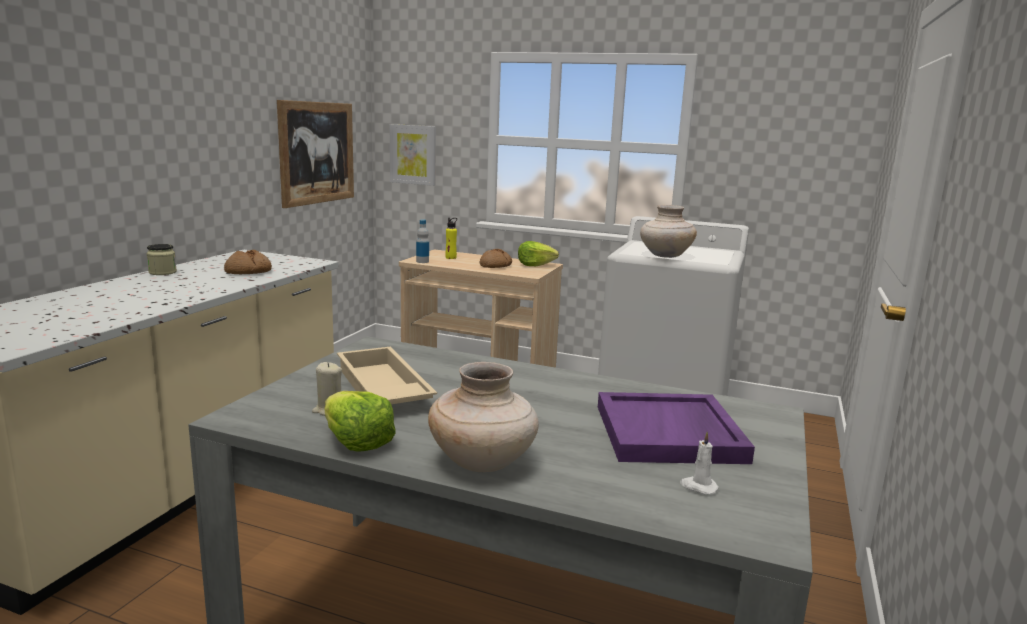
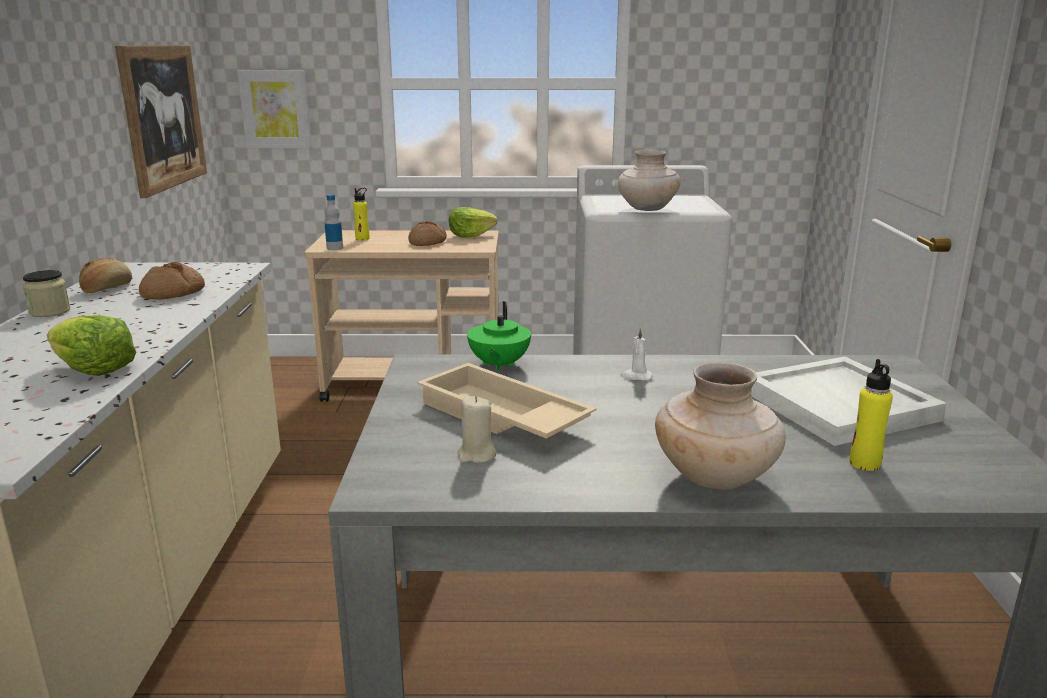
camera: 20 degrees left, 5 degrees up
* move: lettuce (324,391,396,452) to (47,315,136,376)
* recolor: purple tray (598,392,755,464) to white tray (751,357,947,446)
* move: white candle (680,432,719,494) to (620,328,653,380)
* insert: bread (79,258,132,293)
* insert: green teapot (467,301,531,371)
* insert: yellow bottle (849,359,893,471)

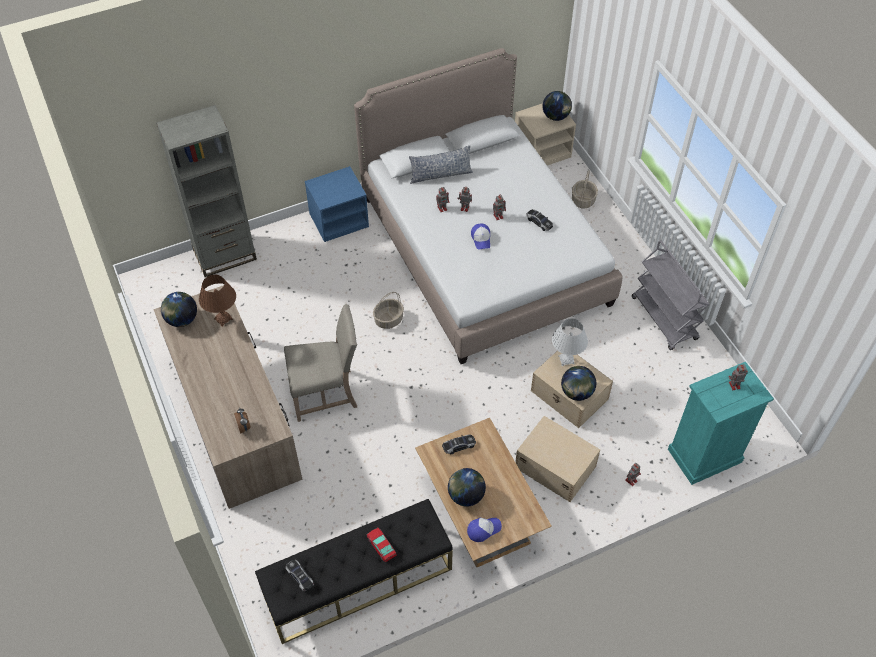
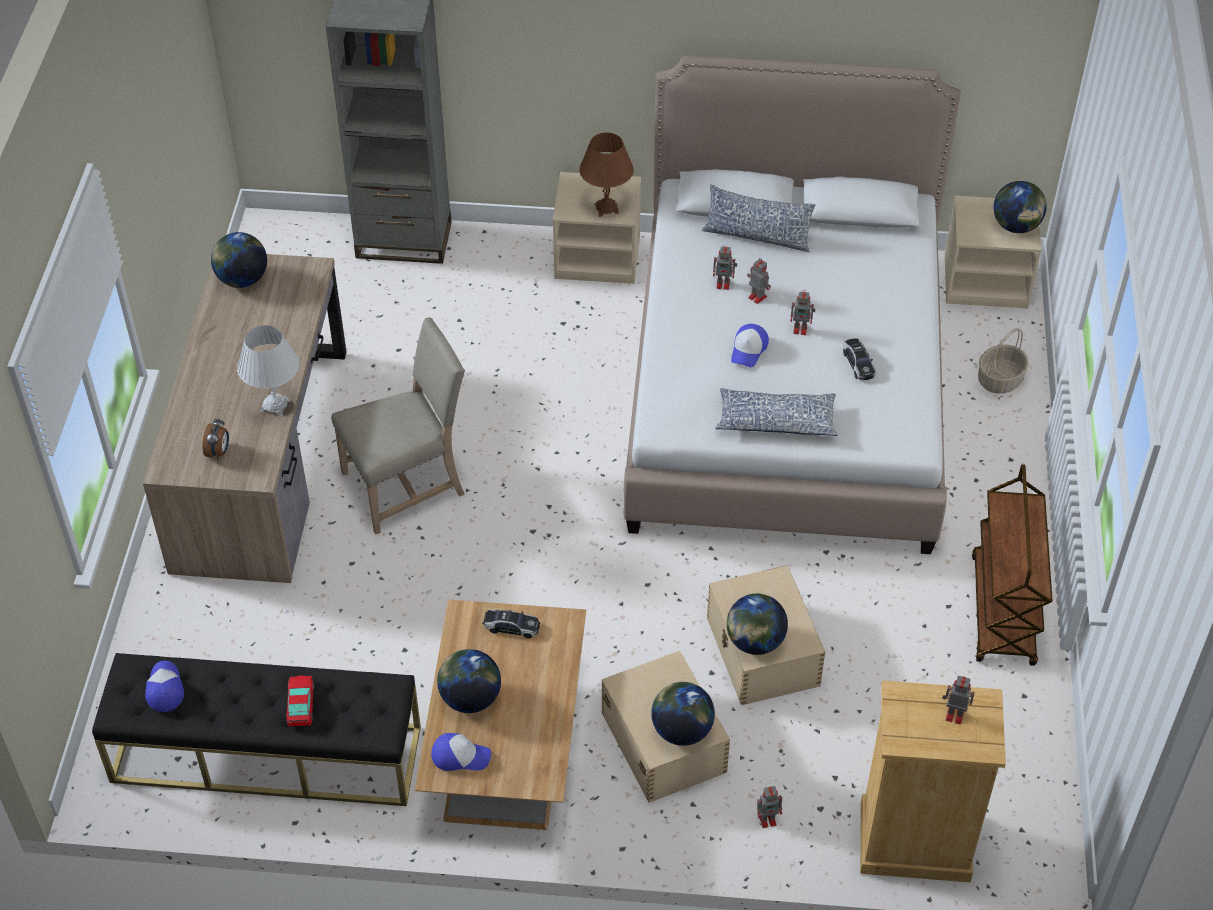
camera: 30 degrees right, 5 degrees down
* move: brown table lamp (199,275,236,327) to (579,133,634,217)
* rotate: beige chair (284,304,357,422) = (331,318,465,534) 45 degrees counterclockwise
* replace: toy car (285,560,314,591) to cap (145,661,184,712)
* recolor: blue nightstand (305,166,369,242) to beige nightstand (553,172,641,284)
* delete: basket (373,292,404,329)
* move: white table lamp (552,318,588,366) to (237,325,299,416)
* recolor: grey cart (632,240,710,350) to brown cart (972,464,1053,666)
* recolor: turquoise dresser (668,362,774,485) to beige dresser (860,681,1006,883)
* insert: globe (651,682,715,746)
* insert: pillow (715,388,838,436)

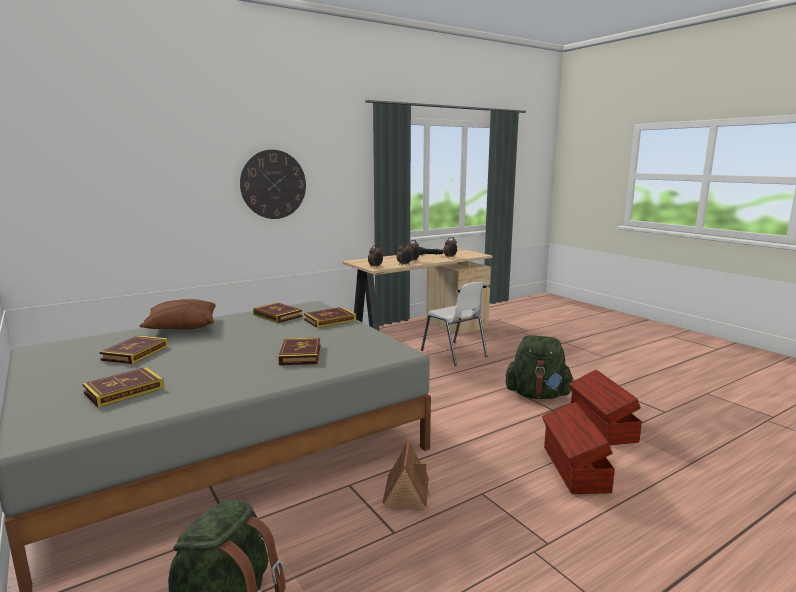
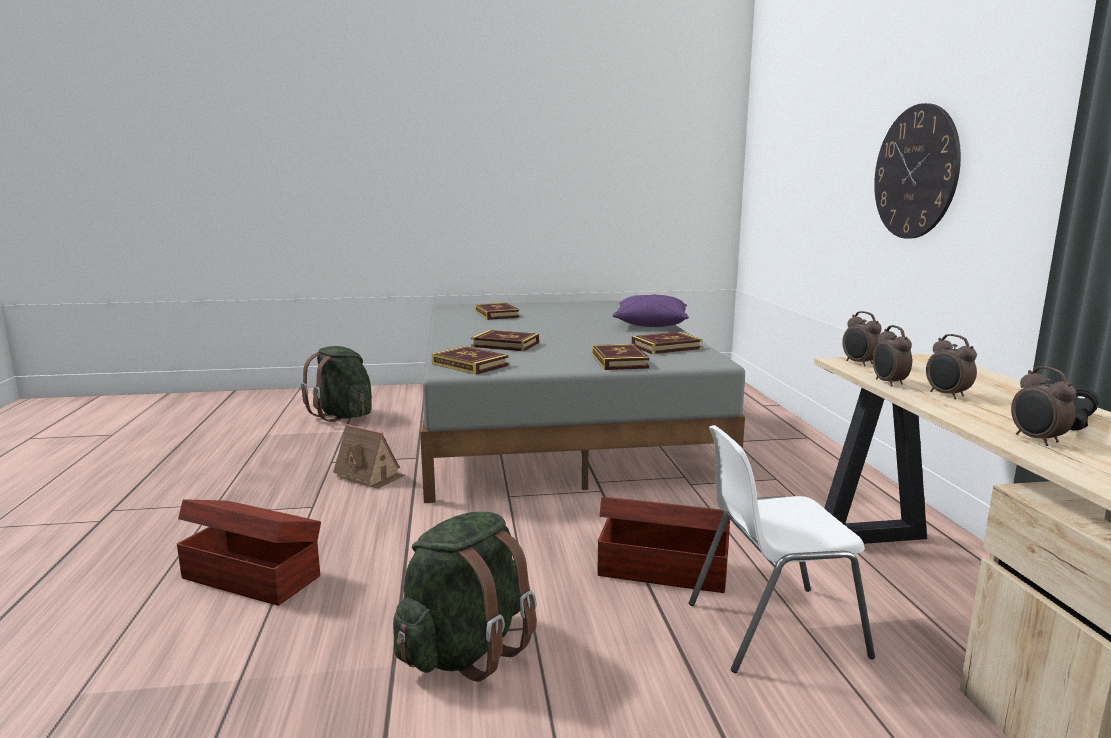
camera: 115 degrees right, 0 degrees up
* move: book (99,335,168,364) to (432,346,509,375)
* recolor: brown pillow (140,299,216,330) to purple pillow (612,295,689,327)
* move: brown storage box (569,370,642,445) to (598,497,730,593)

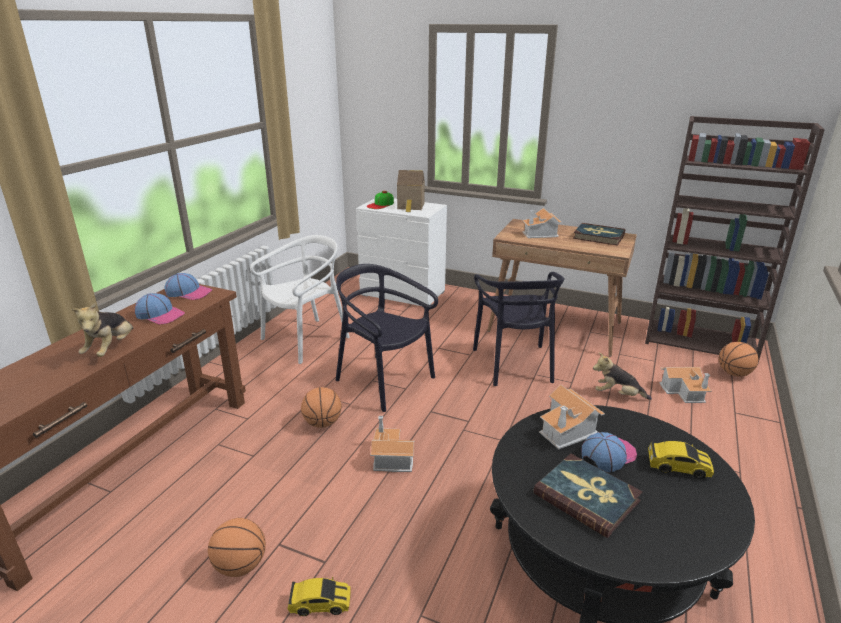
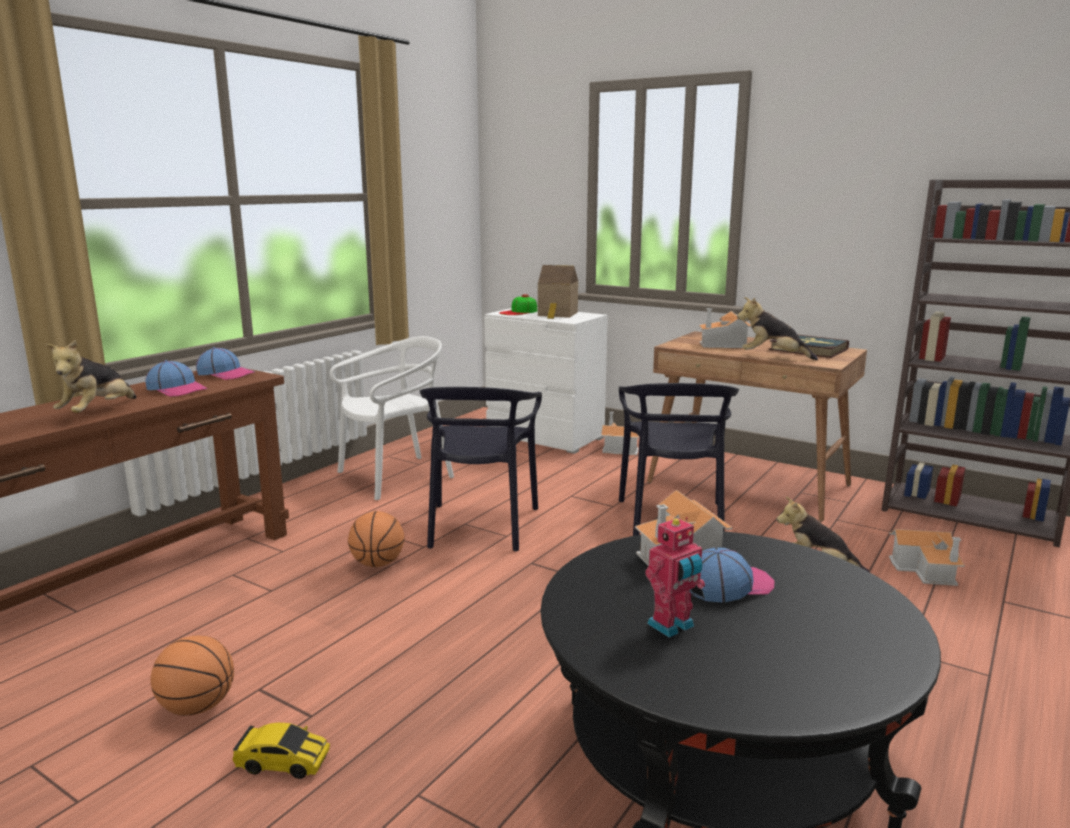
camera: 10 degrees right, 10 degrees down
* rotate: black chair (336,264,438,412) = (420,387,542,552) 135 degrees counterclockwise
* move: toy house (371,416,415,472) to (601,412,639,455)
* replace: book (534,454,643,538) to toy robot (645,517,705,638)
* delete: toy car (648,441,714,479)
* delete: basketball (719,342,758,376)
* insert: plush toy (737,297,818,360)

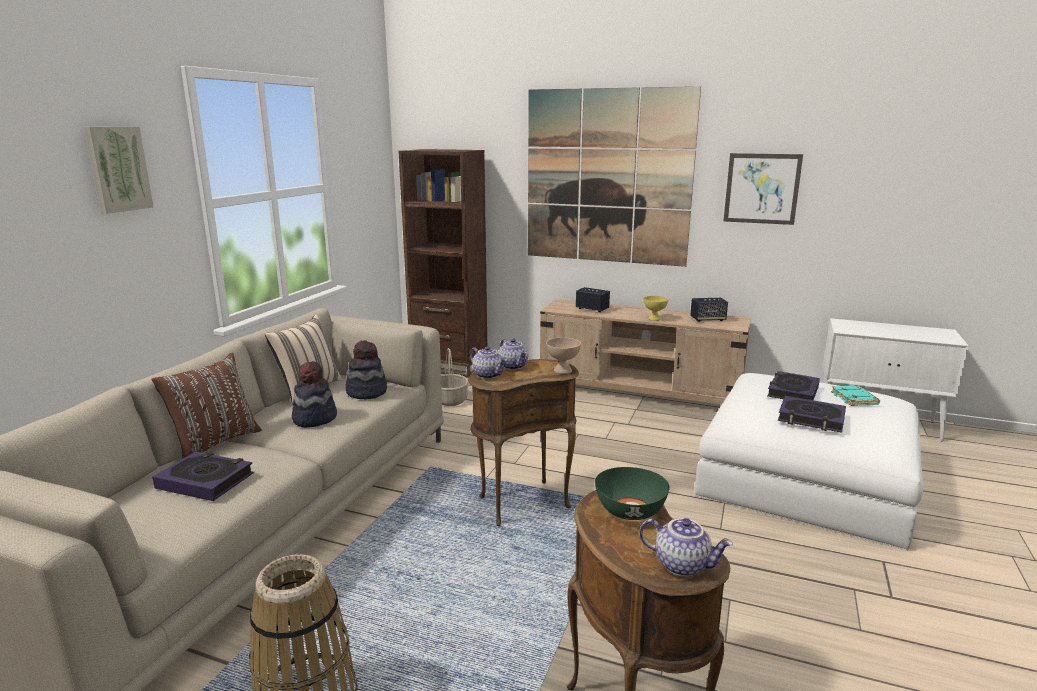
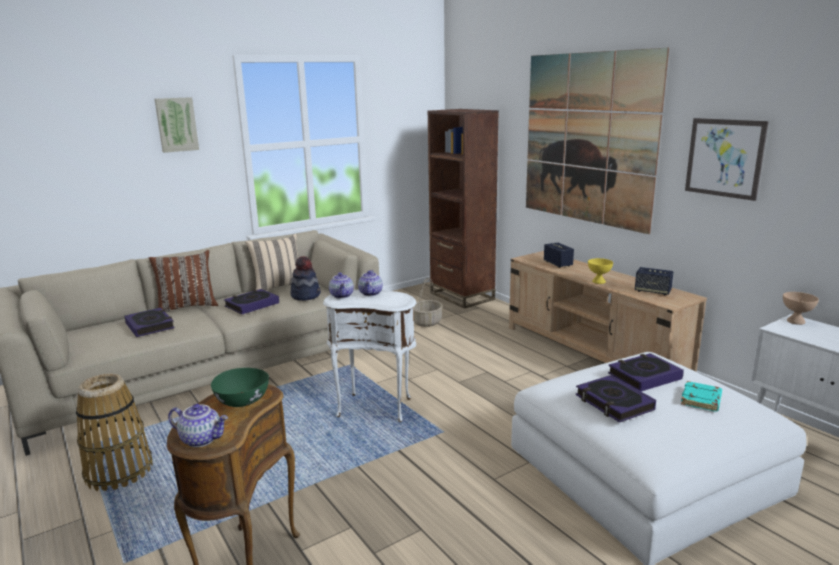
camera: 35 degrees right, 0 degrees up
* replace: hat (292,361,337,428) to book (224,289,279,314)
* recolor: brown side table (468,359,579,526) to white side table (323,290,416,422)
* move: beige bowl (546,337,581,374) to (783,292,819,325)
* rotate: teapot (639,518,733,577) = (168,404,228,447) 45 degrees counterclockwise

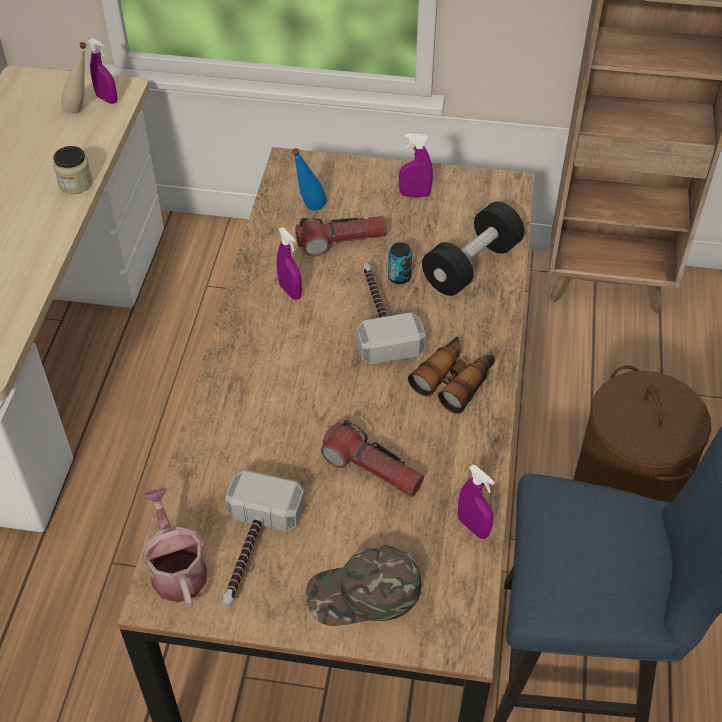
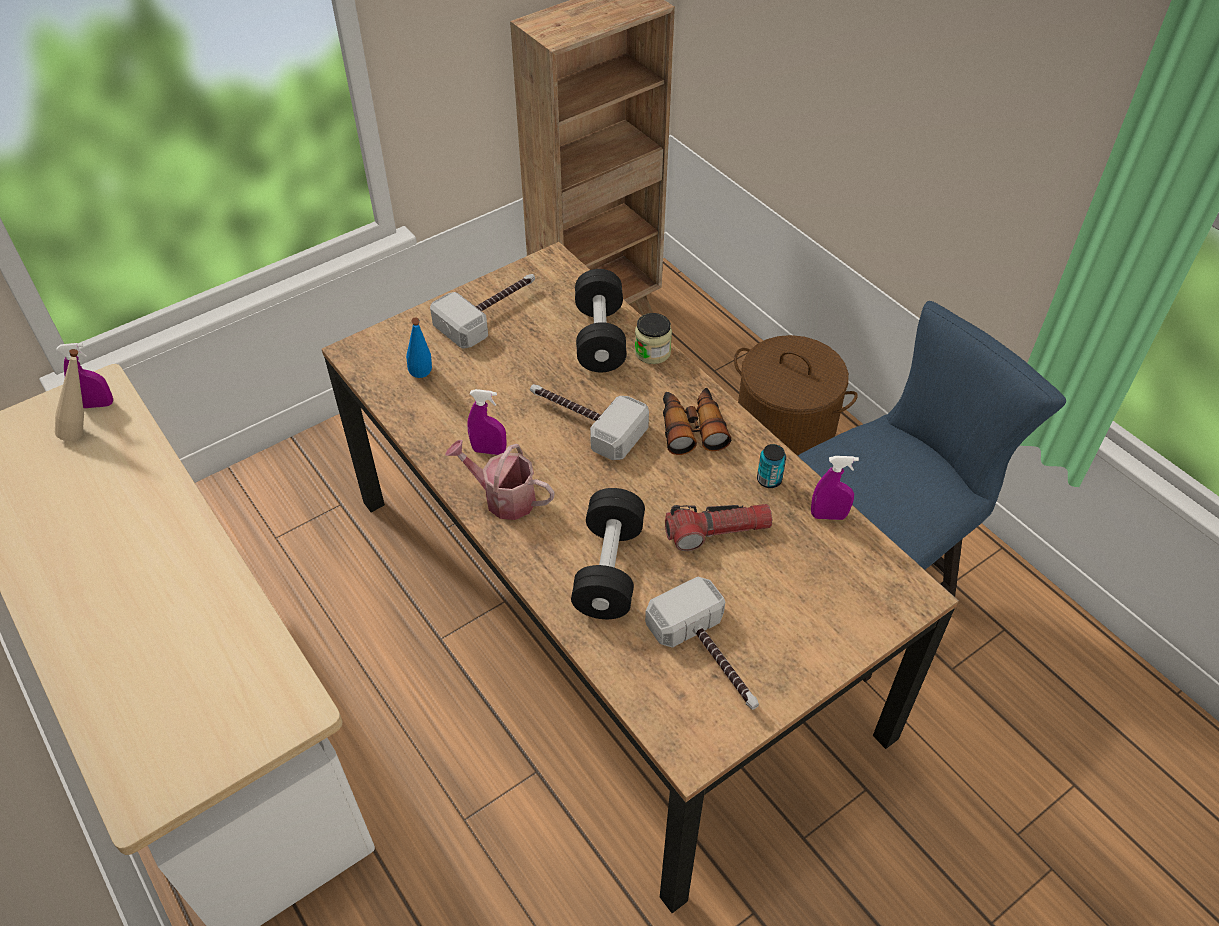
camera: 45 degrees left, 0 degrees up
* move: jar (53,146,93,194) to (635,313,672,364)
* move: watering can (141,488,207,608) to (445,440,554,520)
* delete: flashlight (295,216,387,256)
* delete: green cap (306,545,422,626)
* move: can (388,242,412,284) to (757,444,786,488)
* replace: purple spray bottle (399,134,433,197) to hammer (430,274,535,349)
* insert: black dumbbell (571,488,645,619)

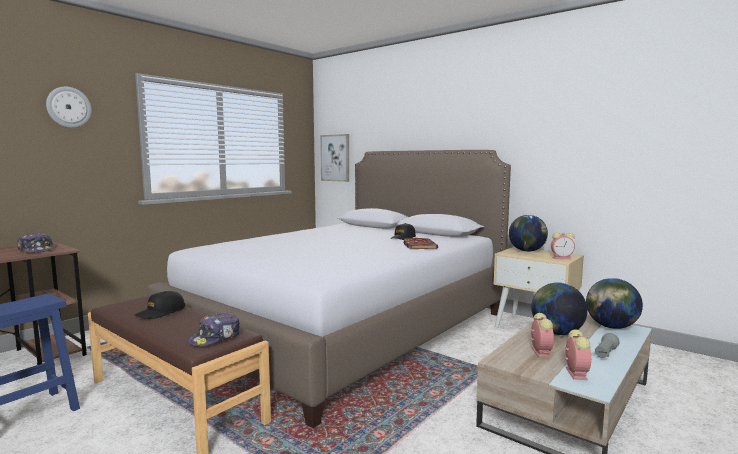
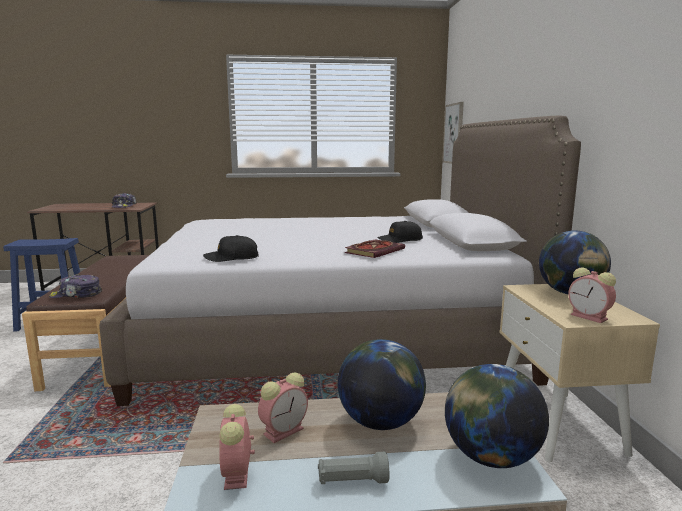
camera: 45 degrees right, 5 degrees up
* delete: wall clock (46,87,92,128)
* move: black cap (135,291,185,319) to (203,235,258,262)
* rotate: alarm clock (565,329,591,380) = (219,404,255,490) 120 degrees clockwise

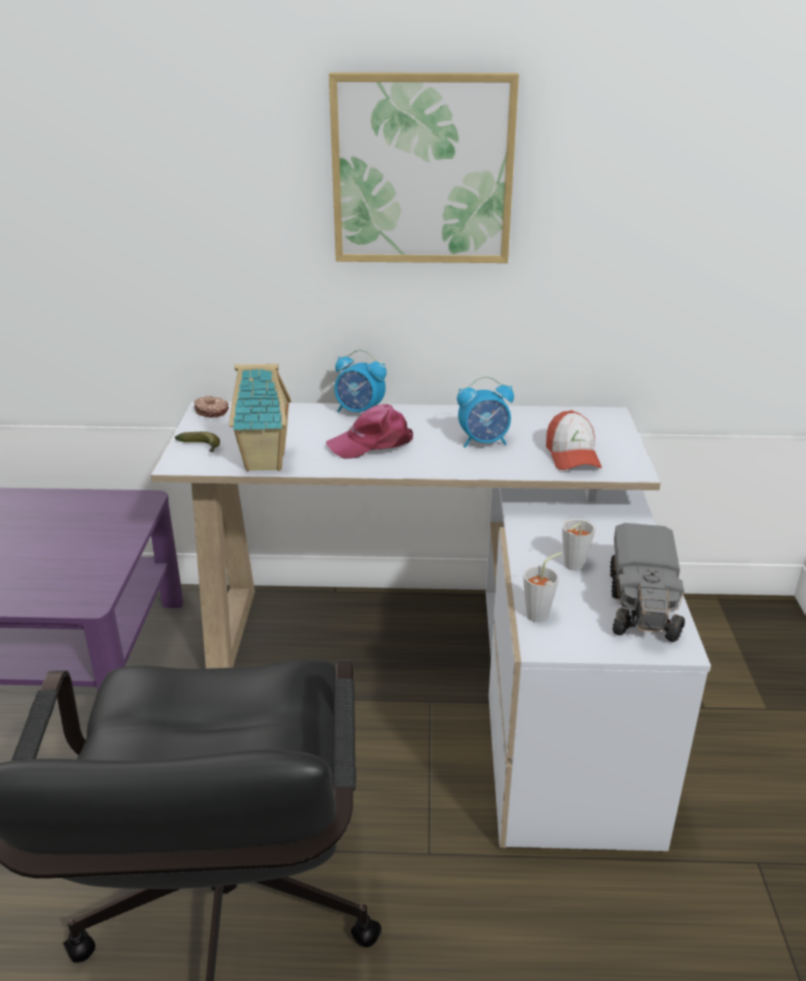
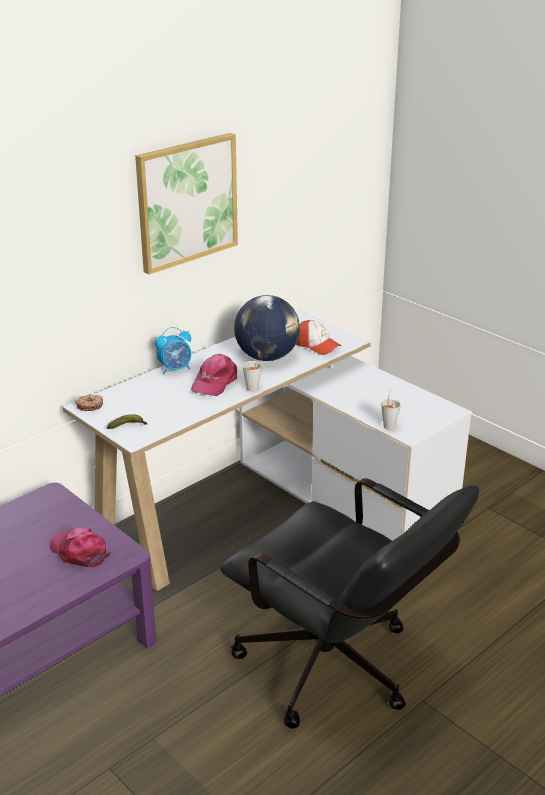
camera: 45 degrees left, 0 degrees up
* delete: toy house (229,364,291,471)
* replace: alarm clock (457,376,514,448) to globe (234,295,300,361)
* move: grey cup (562,518,595,571) to (243,361,262,392)
* delete: toy truck (610,523,685,642)
* insert: pink cap (50,528,111,567)

